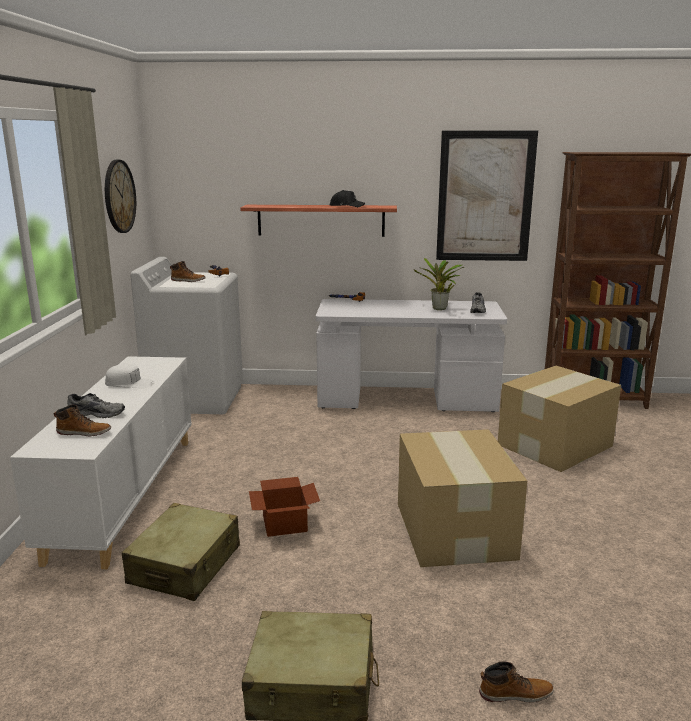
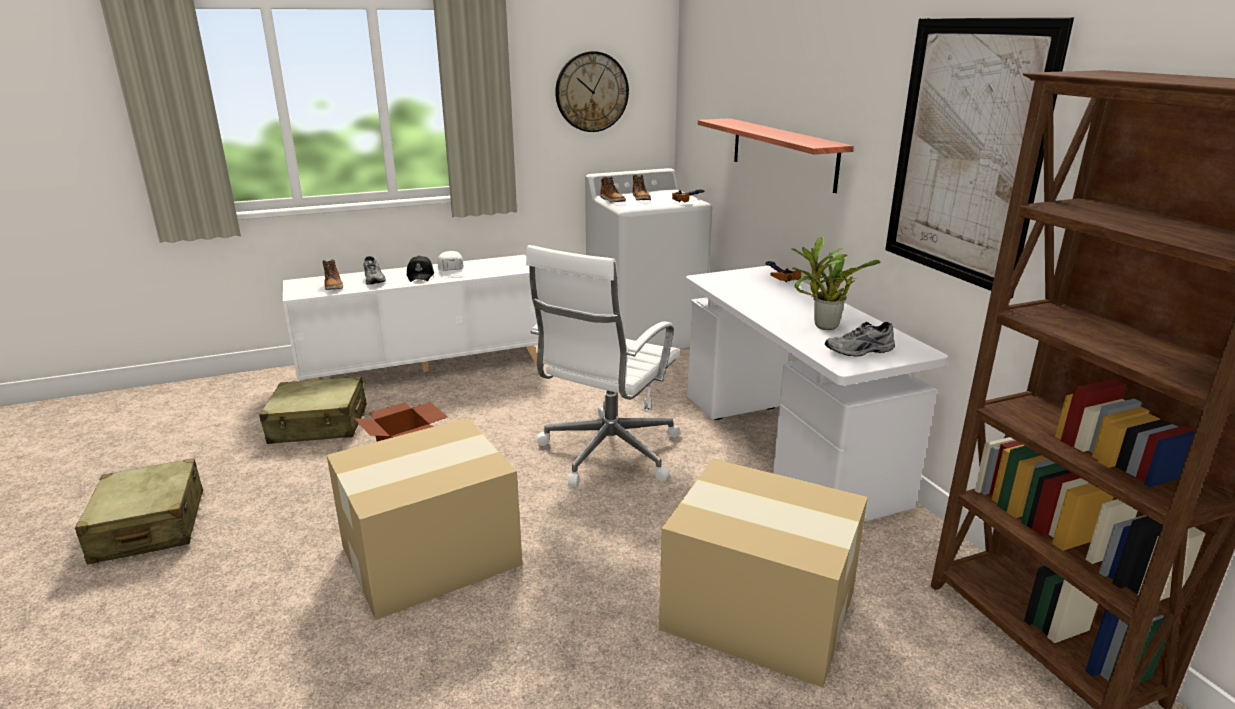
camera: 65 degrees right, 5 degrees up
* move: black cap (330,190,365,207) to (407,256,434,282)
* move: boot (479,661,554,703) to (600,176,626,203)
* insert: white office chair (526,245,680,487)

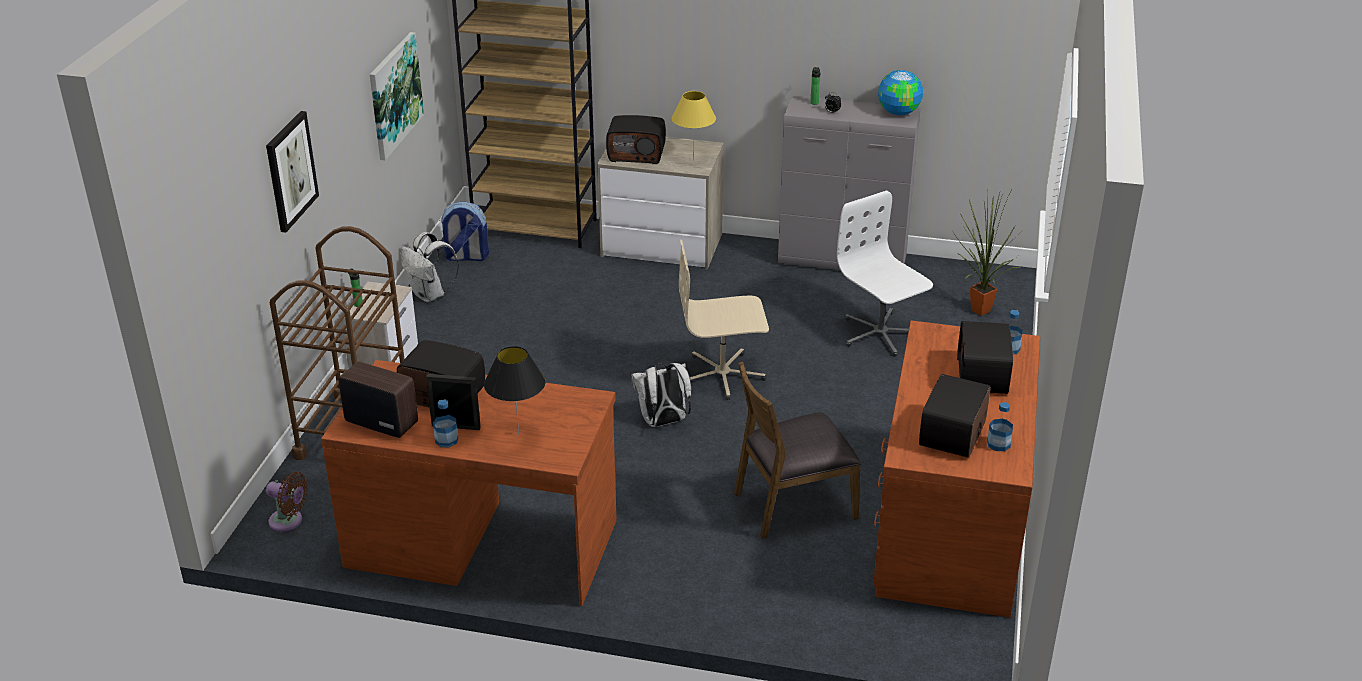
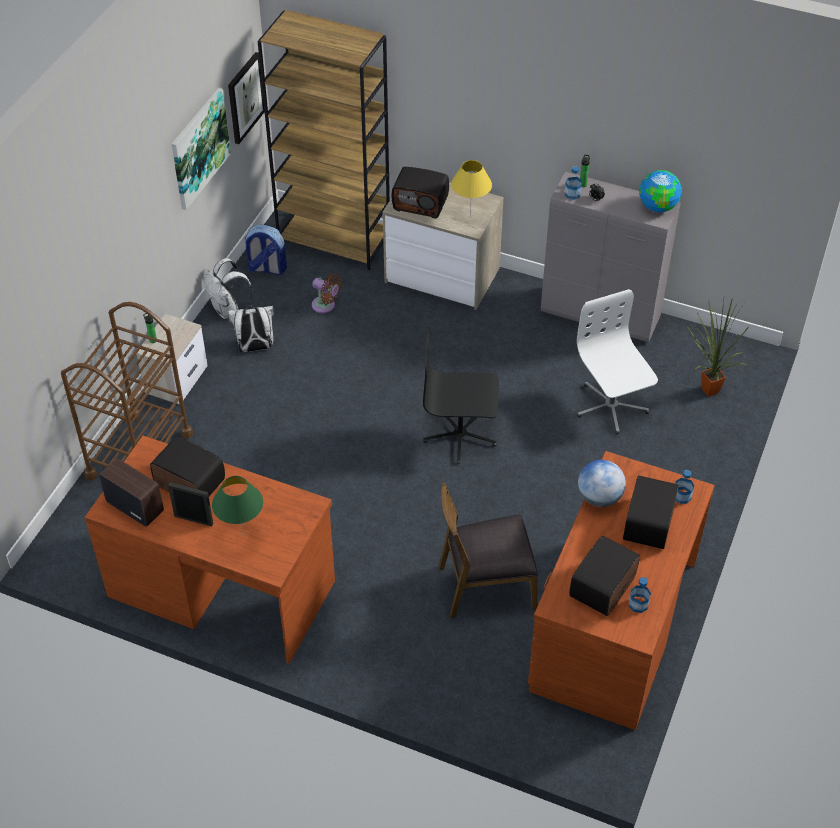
camera: 10 degrees right, 15 degrees up
* move: picture (266,111,319,233) to (228,52,265,144)
* move: brown fan (266,472,308,532) to (312,273,341,313)
* move: bottle (433,399,458,447) to (565,166,582,200)
* recolor: black table lamp (484,346,546,434) to green table lamp (212,476,263,536)
* move: white backpack (631,363,691,427) to (228,306,274,353)
* recolor: beige office chair (679,240,769,400) to black office chair (423,329,499,464)
* insert: globe (578,460,626,507)

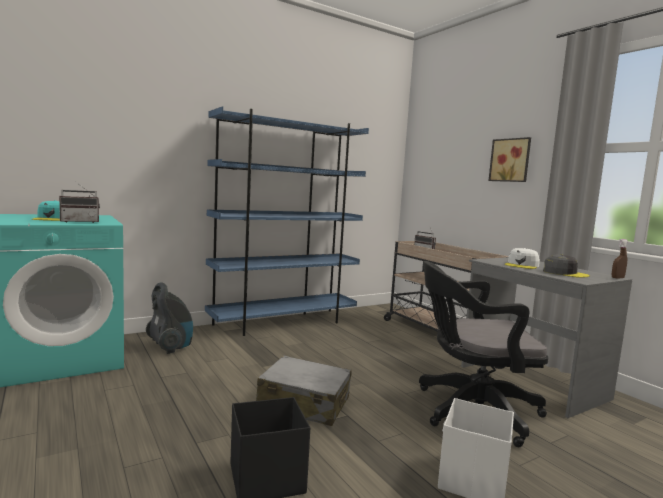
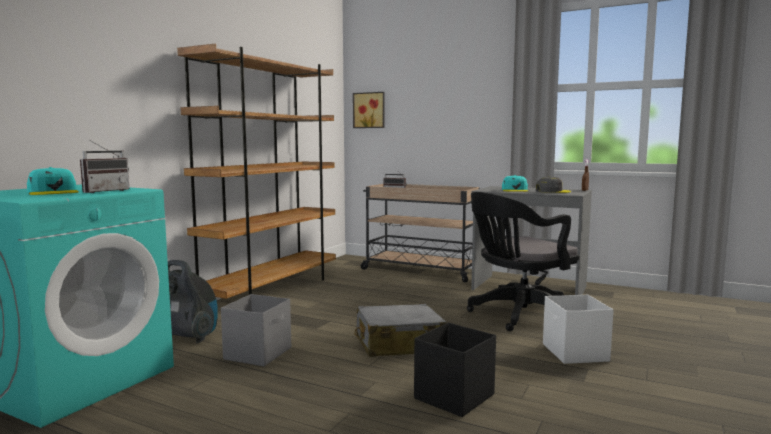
camera: 30 degrees left, 0 degrees up
* recolor: blue bookcase (205,106,369,336) to brown bookcase (177,44,336,299)
* move: picture (488,137,531,182) to (353,92,384,128)
* recolor: white cap (505,248,540,269) to turquoise cap (502,175,528,192)
* insert: grey storage box (221,294,291,366)

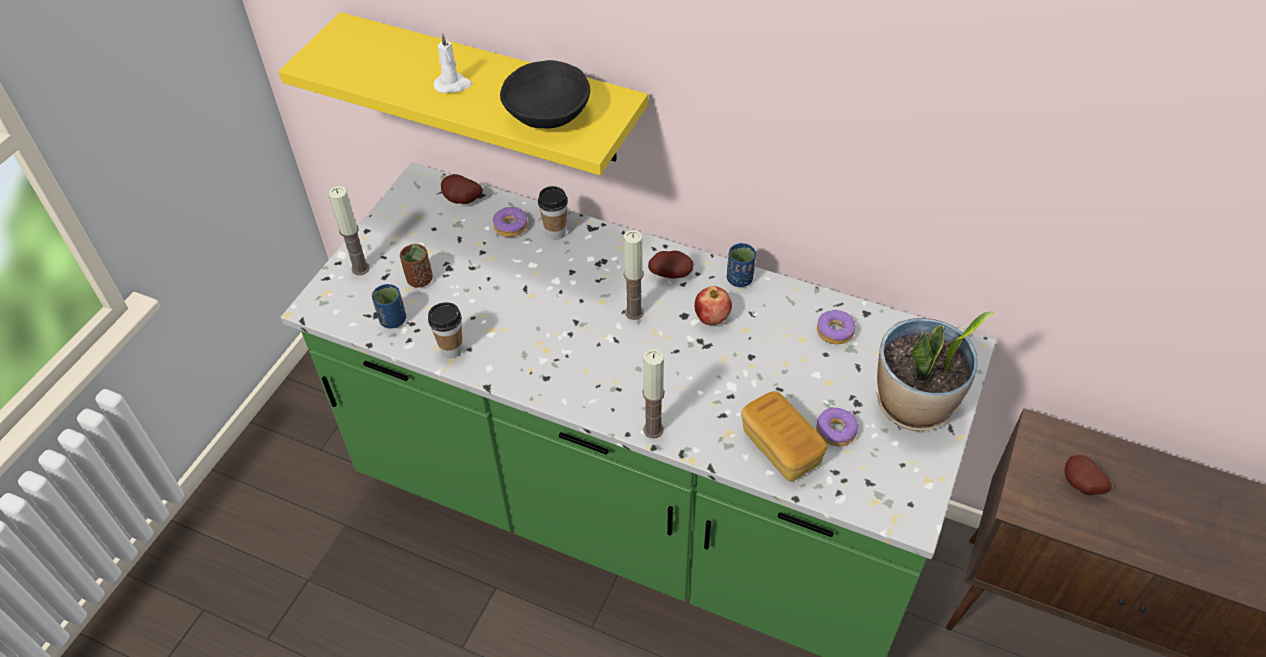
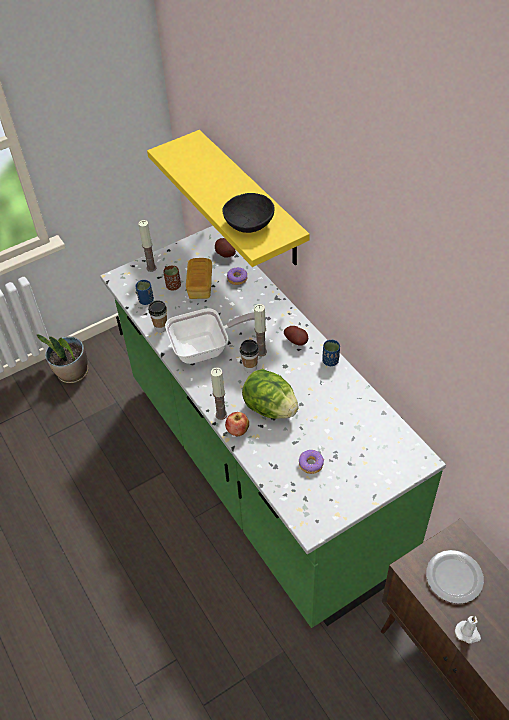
camera: 35 degrees right, 0 degrees up
* move: white candle (434,33,472,93) to (455,616,481,644)
* move: cup (538,186,568,240) to (240,340,259,373)
* move: apple (695,286,732,325) to (225,412,249,436)
* move: bread (741,391,827,482) to (186,258,212,299)
* delete: donut (817,310,856,344)
* move: potted plant (877,312,995,431) to (37,334,88,383)
* replace: potato (1065,455,1112,495) to plate (426,550,484,604)
* insert: frying pan (165,308,255,364)
* insert: lettuce (242,369,299,419)

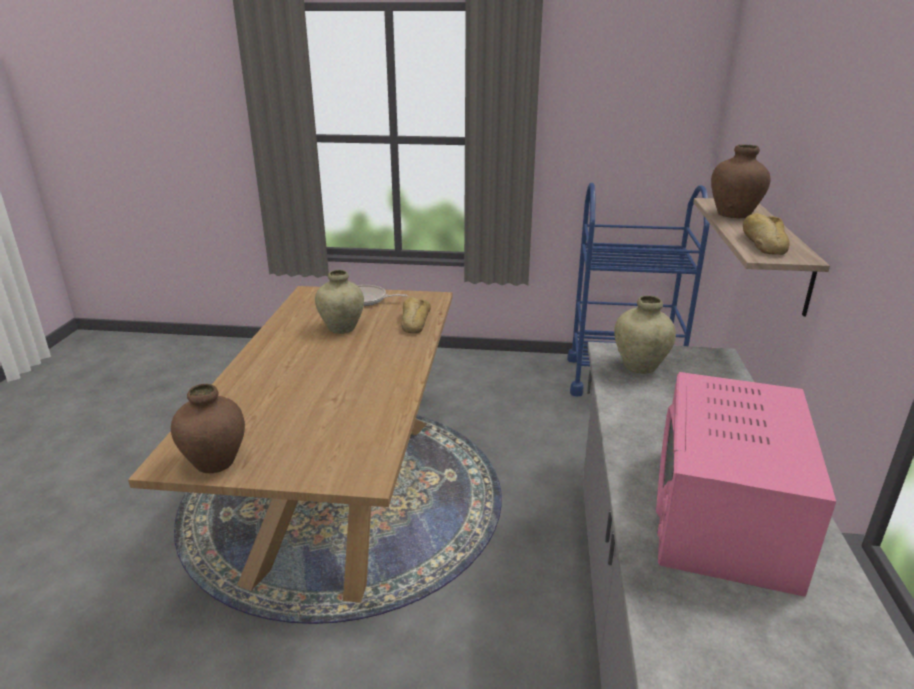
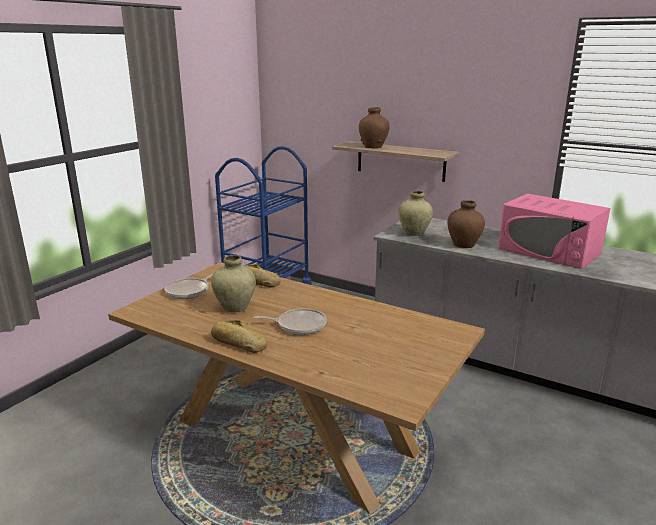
camera: 65 degrees left, 5 degrees down
* move: brown vase (171,384,245,473) to (447,200,485,248)
* move: bread (743,213,790,255) to (211,320,267,353)
* insert: frying pan (253,308,327,335)

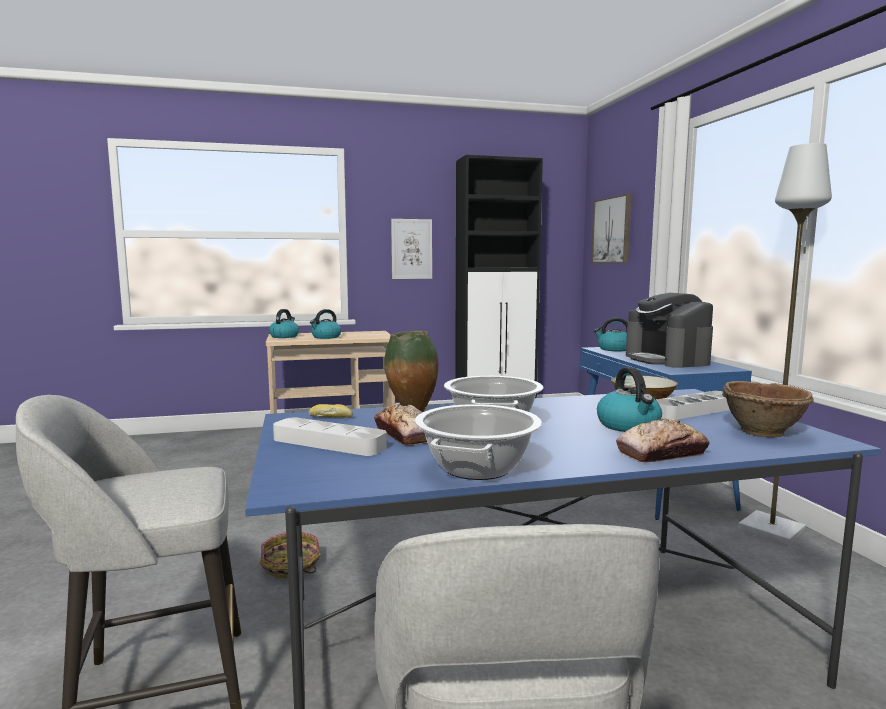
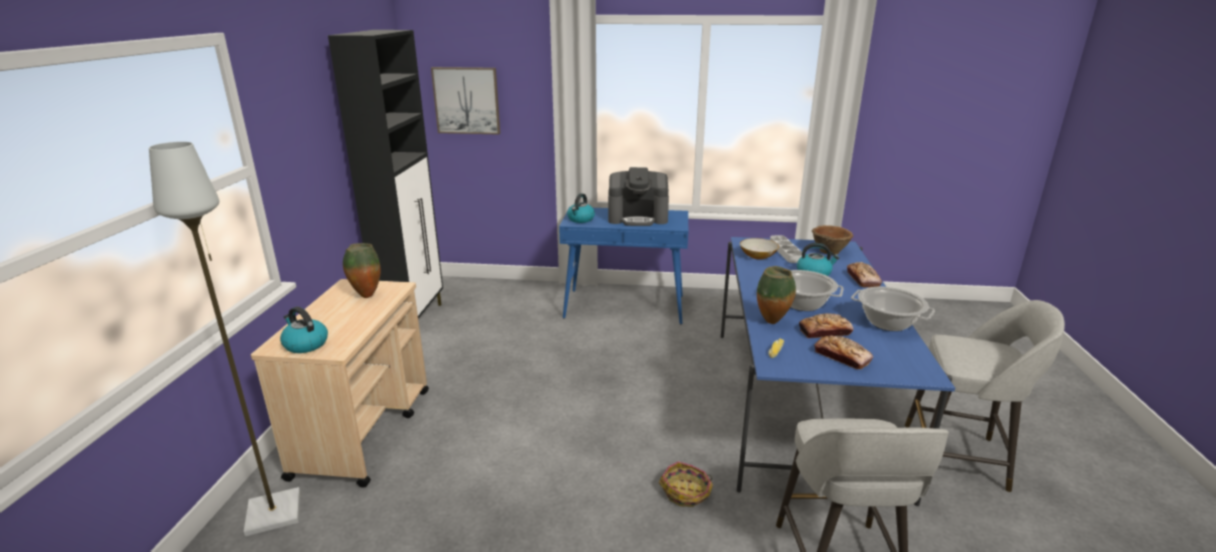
camera: 70 degrees left, 15 degrees up
* replace: grey tray (273,417,387,456) to bread (814,335,873,369)
* delete: kettle (310,309,341,339)
* delete: picture (391,219,432,279)
* move: grey floor lamp (738,143,832,545) to (149,142,300,537)
* insert: vase (343,243,380,298)

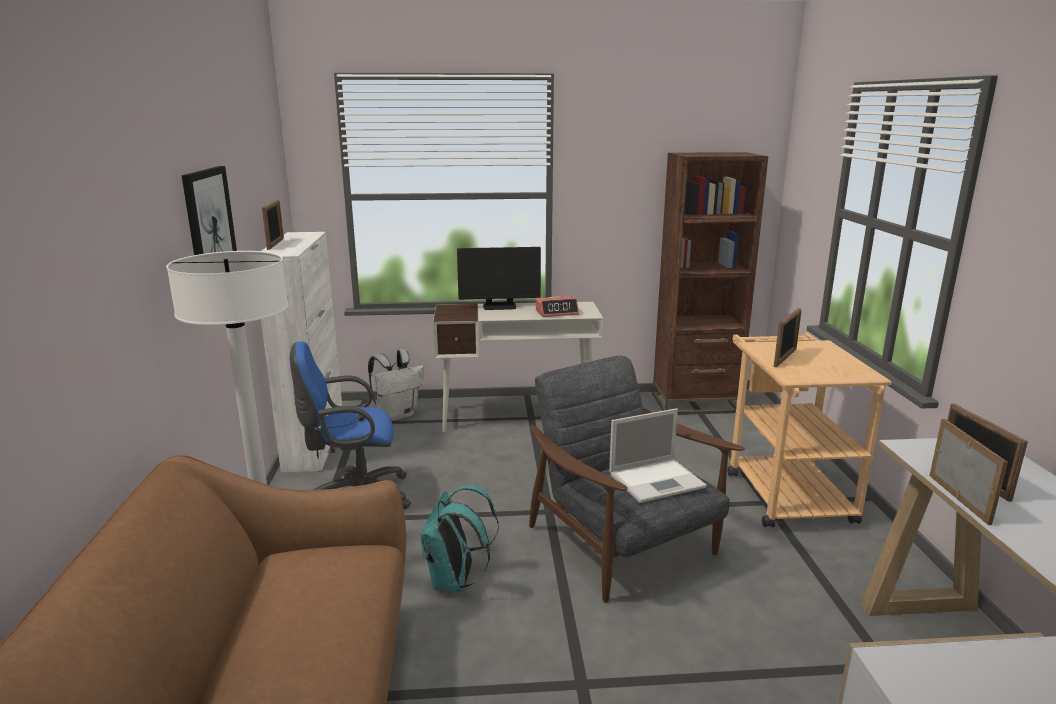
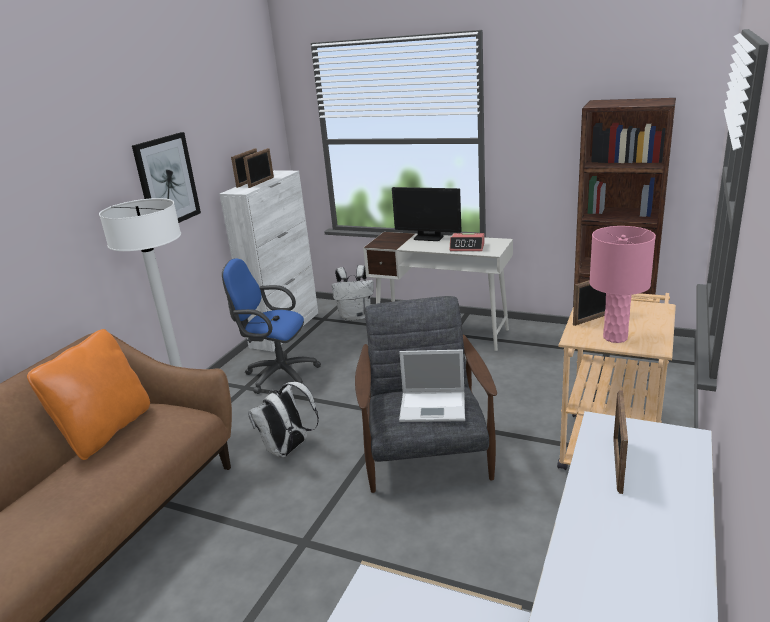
camera: 30 degrees right, 5 degrees up
* recolor: turquoise backpack (421,485,499,592) to white backpack (248,382,319,458)
* move: picture frame (929,419,1008,525) to (243,148,274,188)
* insert: orange pillow (27,329,150,460)
* insert: pink table lamp (589,226,656,343)

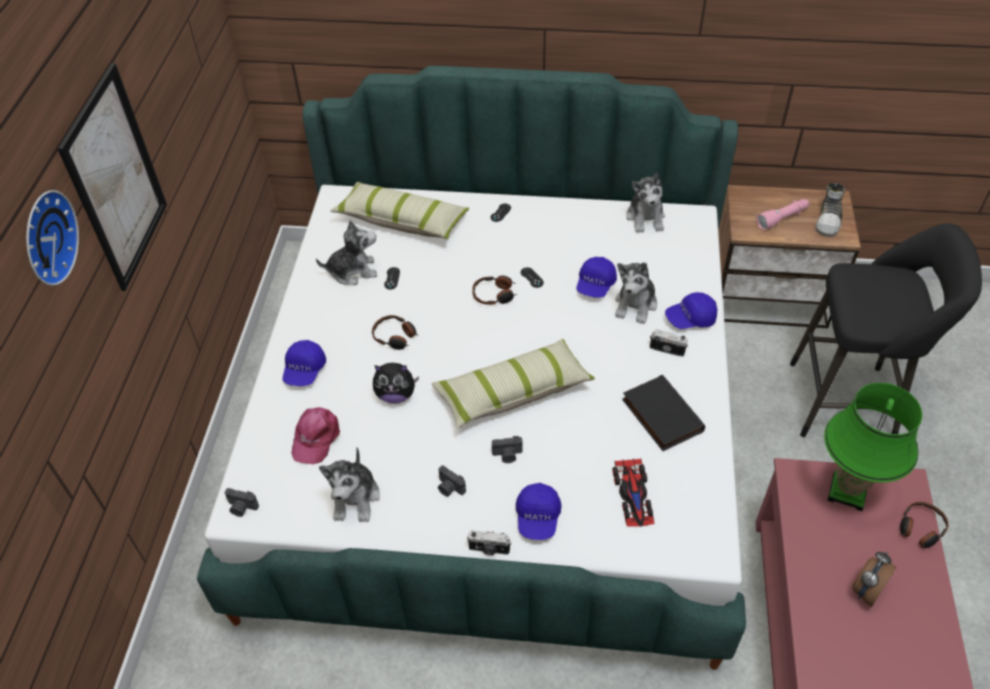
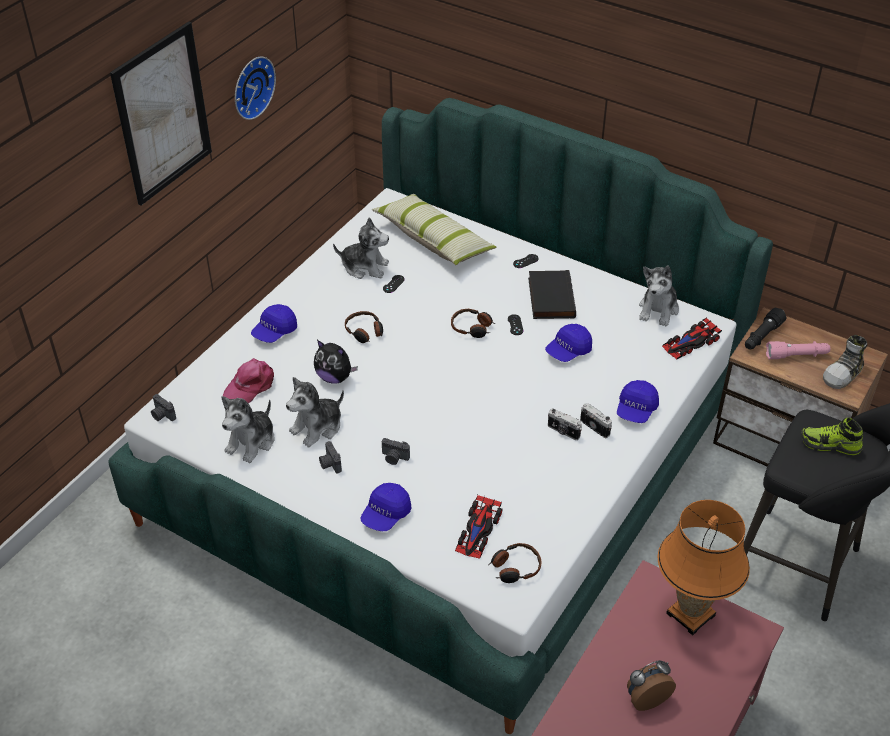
camera: 25 degrees right, 5 degrees down
* move: wall clock (26,190,79,286) to (235,57,276,120)
* delete: pillow (431,339,595,429)
* move: photo camera (467,531,512,555) to (548,408,582,440)
* move: plush toy (615,262,657,324) to (286,377,344,447)
* move: black book (622,375,705,451) to (528,270,576,319)
* rotate: blue cap (665,292,717,329) = (617,380,659,423) 75 degrees counterclockwise
* recolor: green table lamp (824,383,922,511) to orange table lamp (658,500,750,635)
* move: headphones (900,502,949,548) to (488,543,541,583)
* insert: toy car (662,318,722,359)
* insert: black flashlight (745,308,786,349)
* insert: shoe (801,418,863,455)

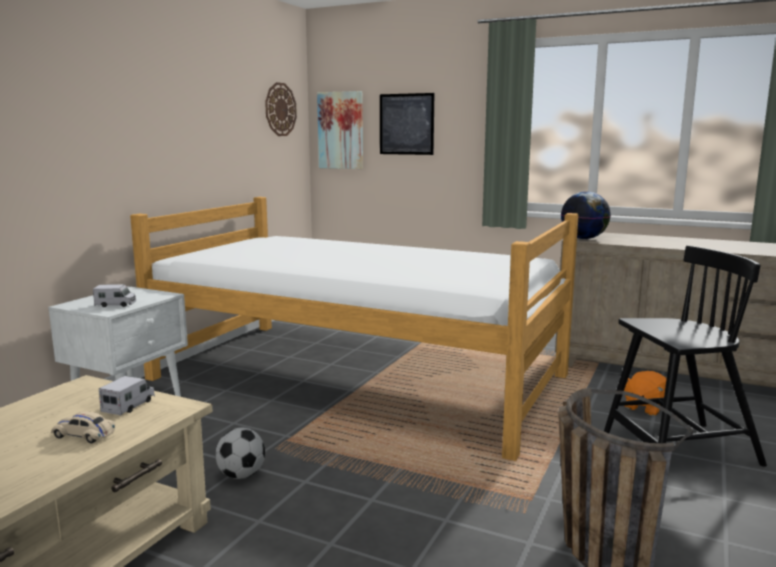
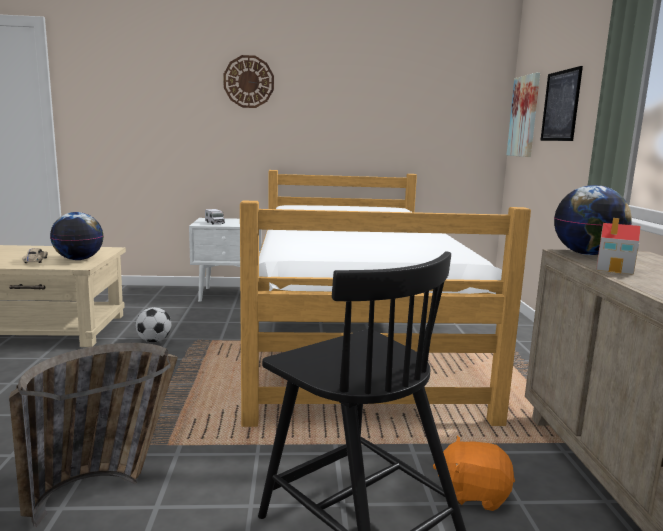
camera: 60 degrees right, 0 degrees up
* replace: toy truck (99,376,155,415) to globe (50,212,104,260)
* move: wall clock (265,82,297,136) to (223,55,274,108)
* insert: toy house (596,218,641,275)

